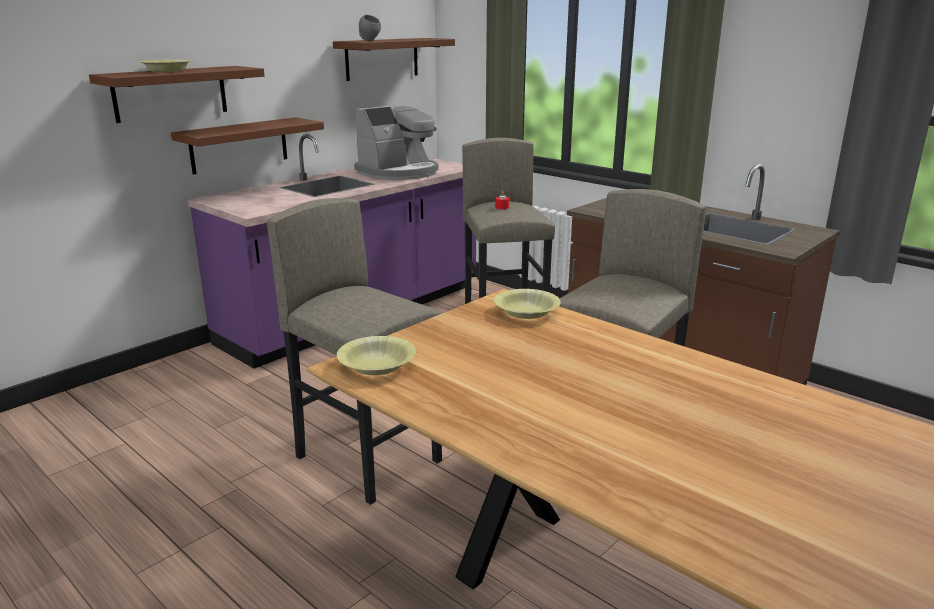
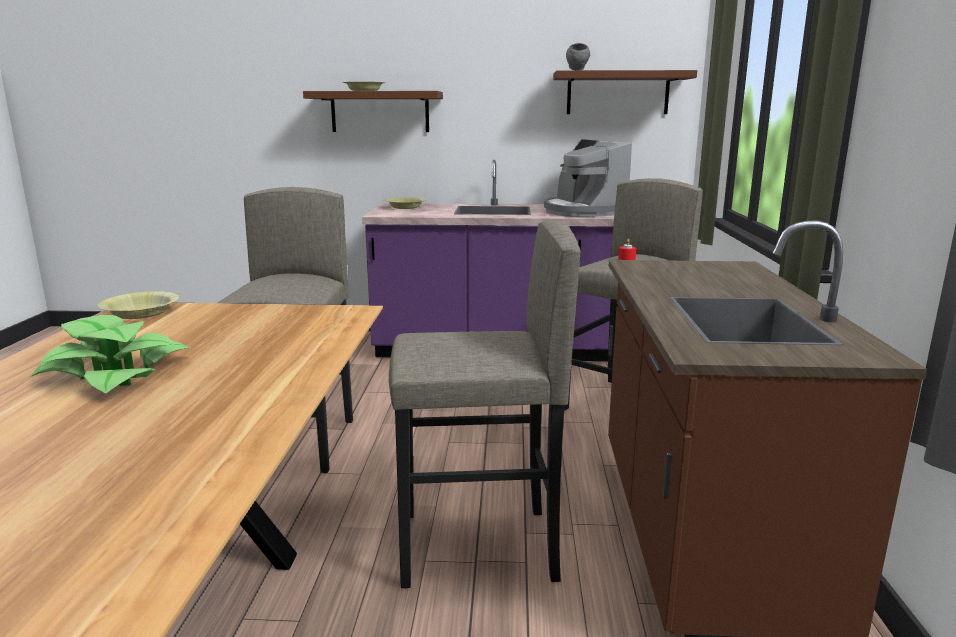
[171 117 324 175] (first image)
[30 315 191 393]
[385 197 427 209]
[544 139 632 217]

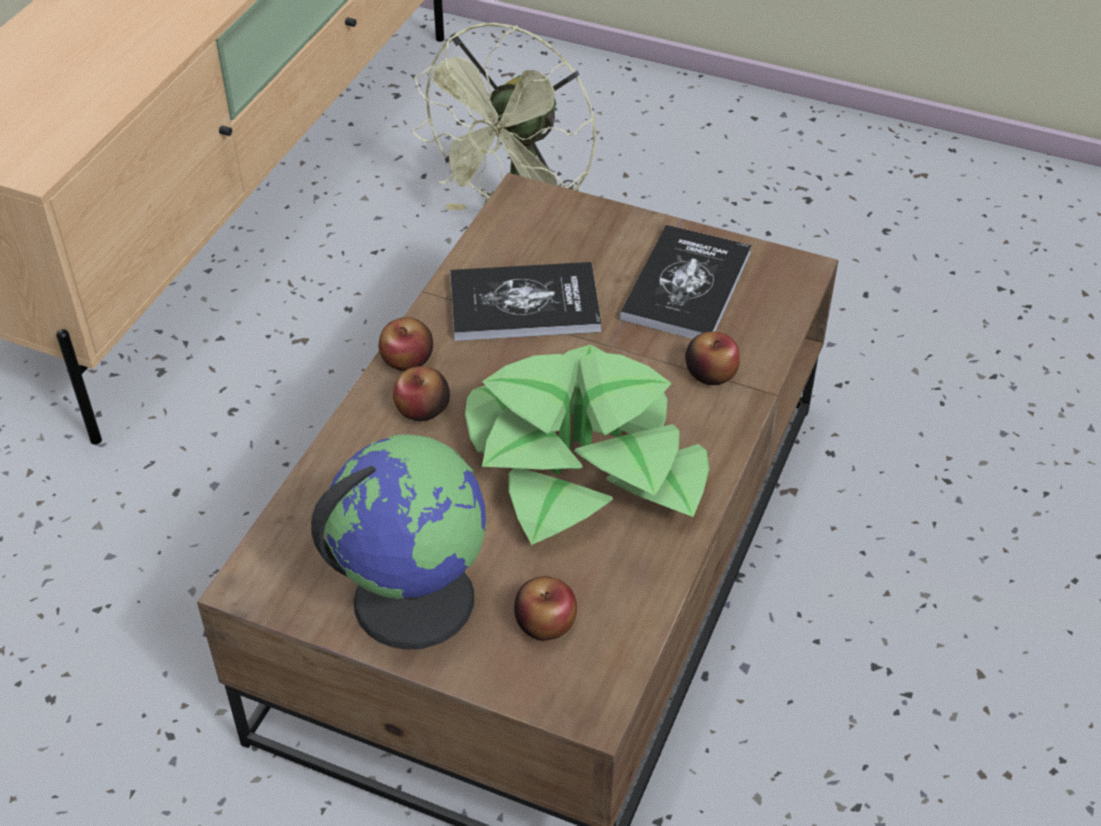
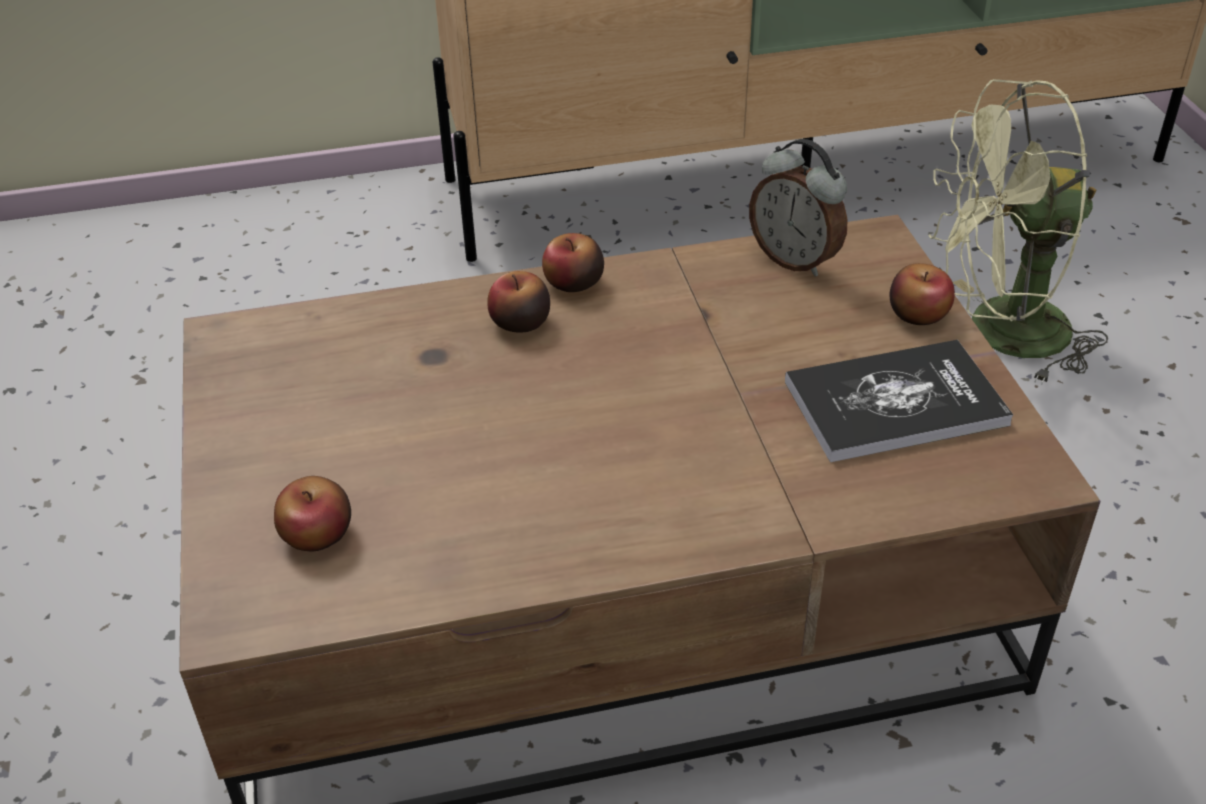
[311 434 487 650] (first image)
[450 262 602 341] (first image)
[465 345 709 545] (first image)
[749 139 848 276]
[890 263 955 325]

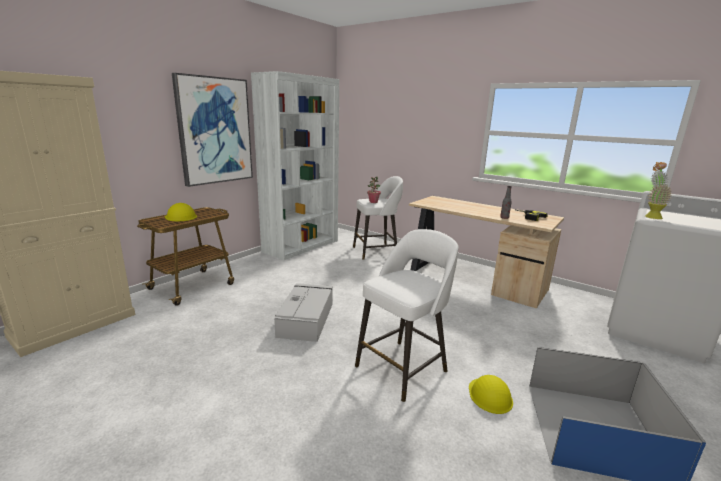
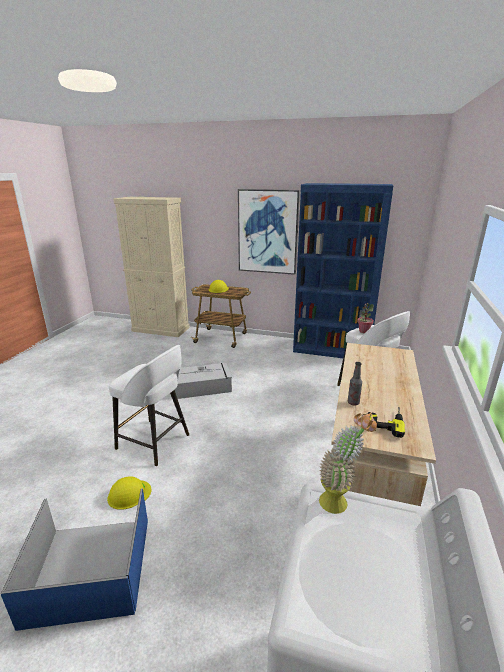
[293 183 393 358]

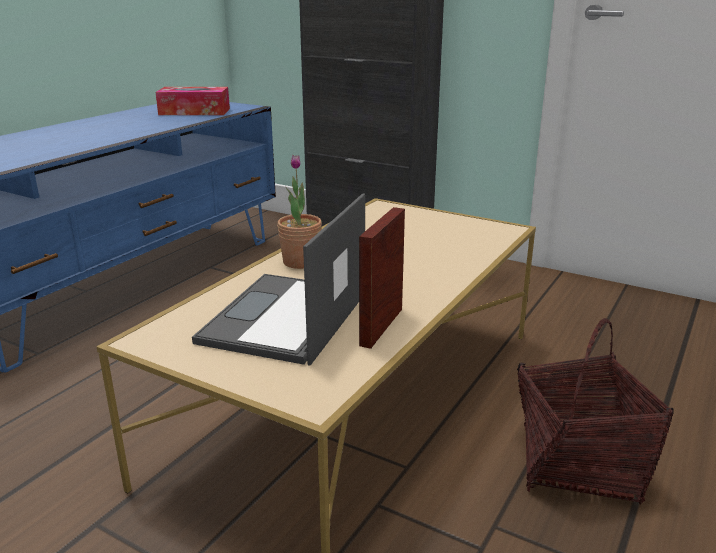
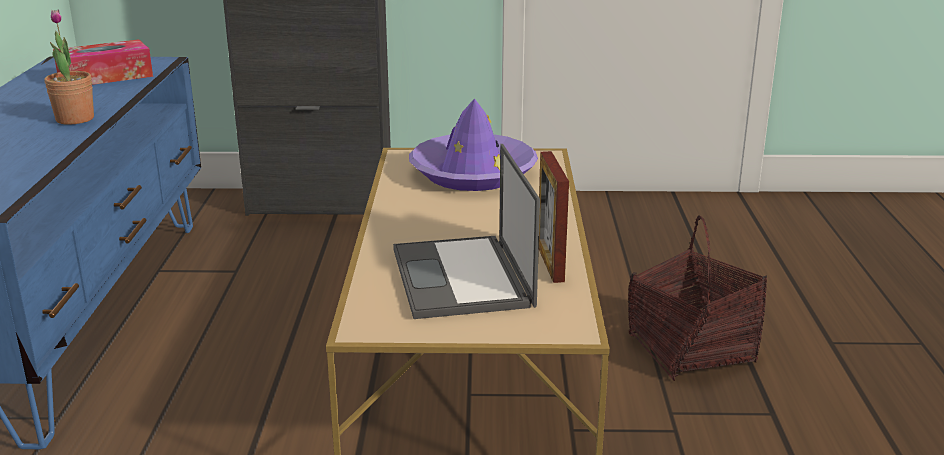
[409 98 538 191]
[44 10 94 125]

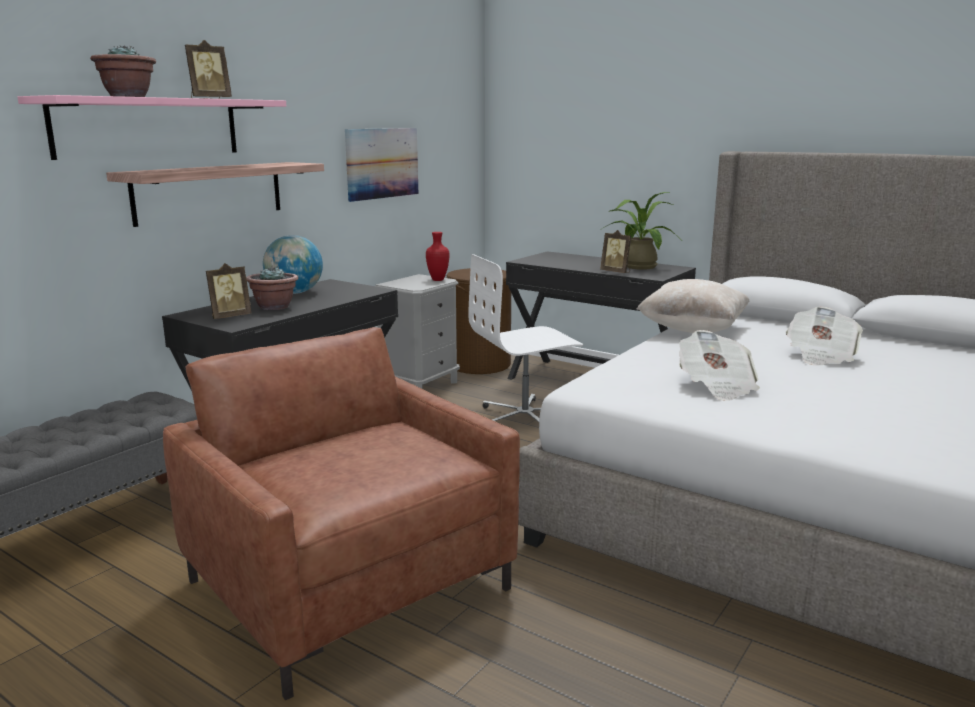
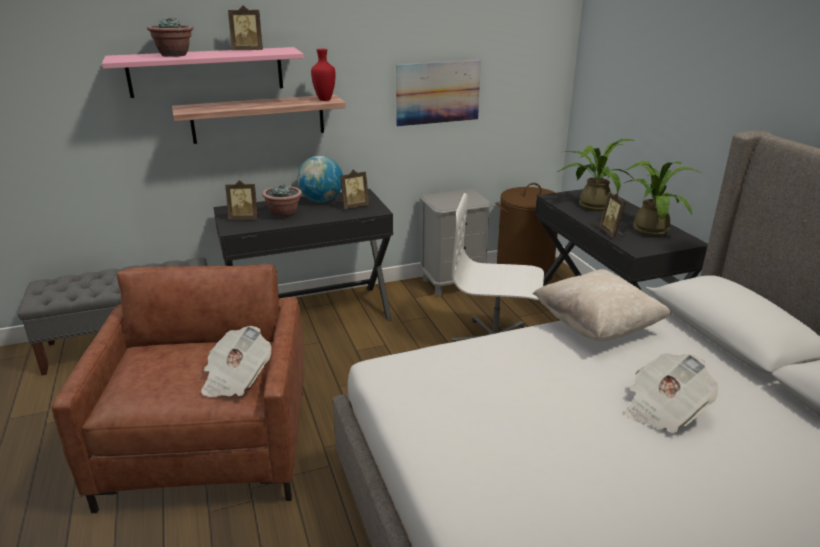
[340 170 369 209]
[557 139 638 211]
[311 49 336 101]
[201 326 271 397]

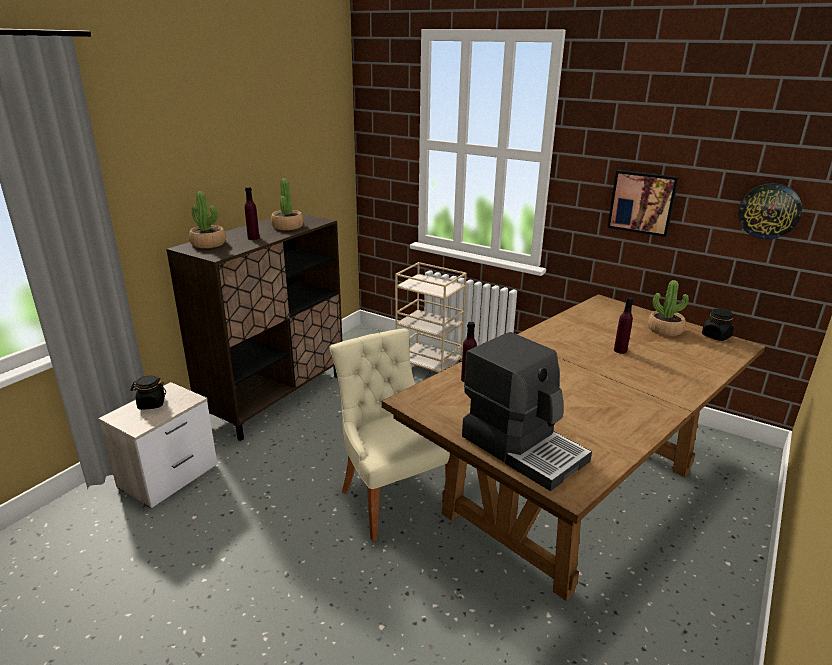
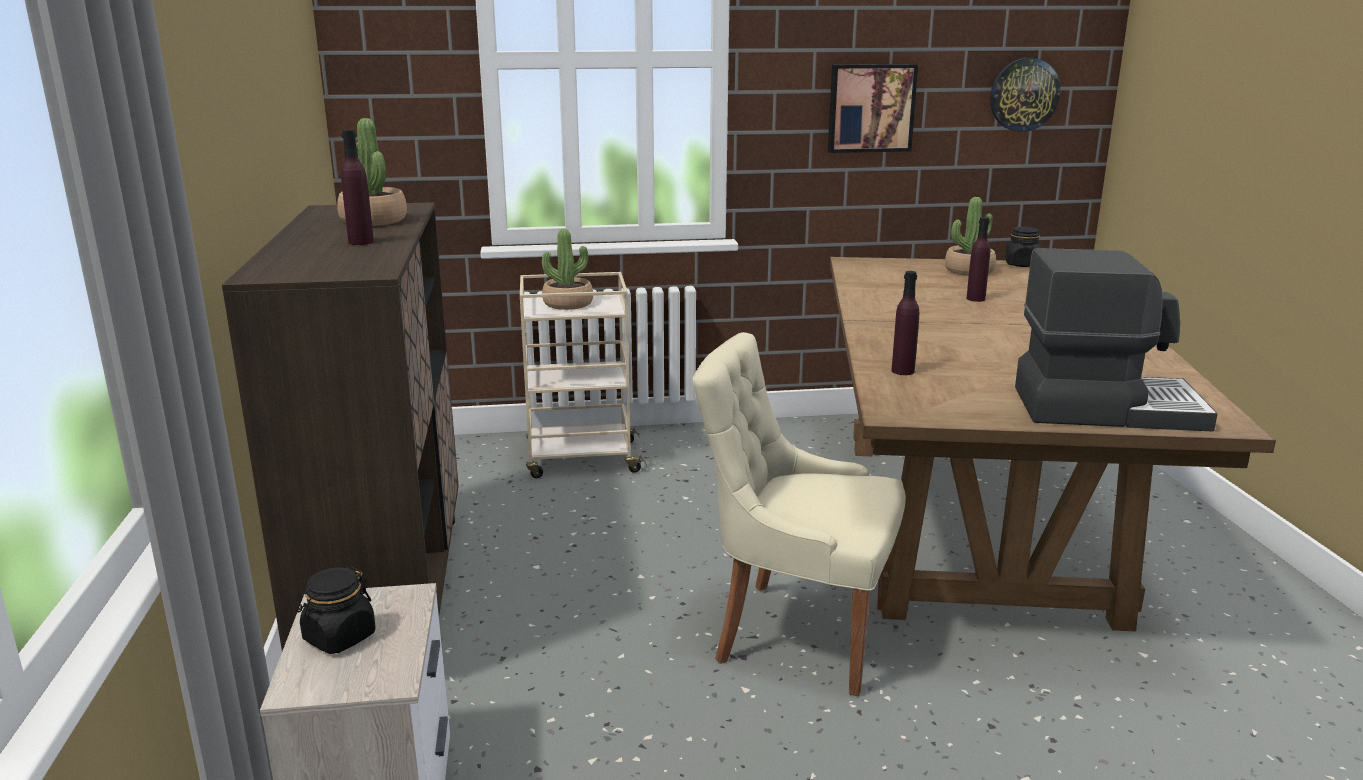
[542 229 593 310]

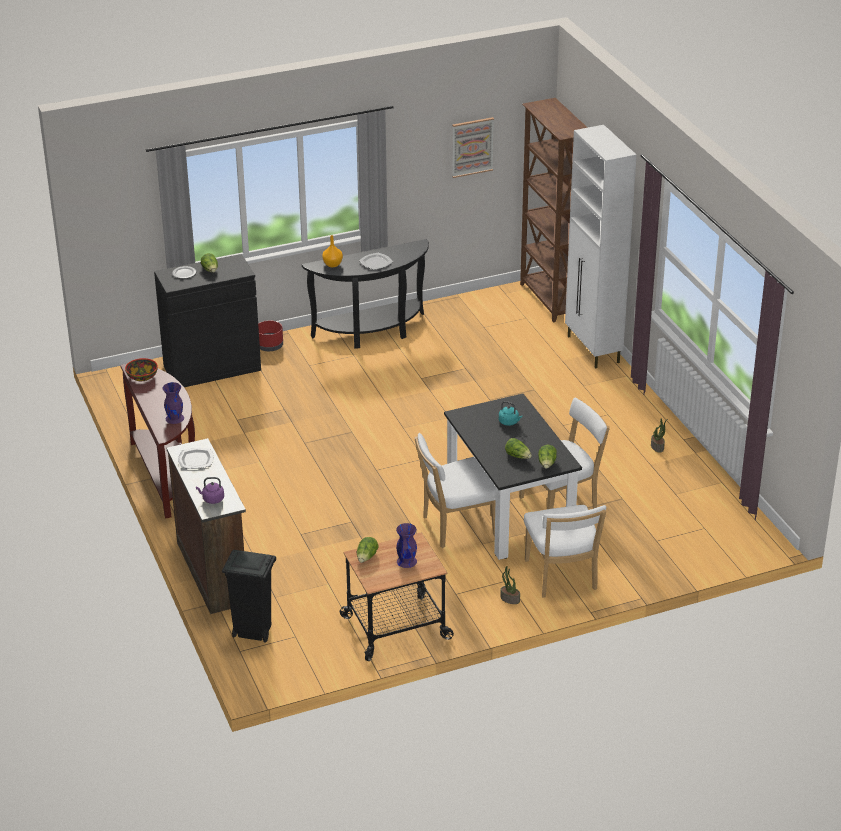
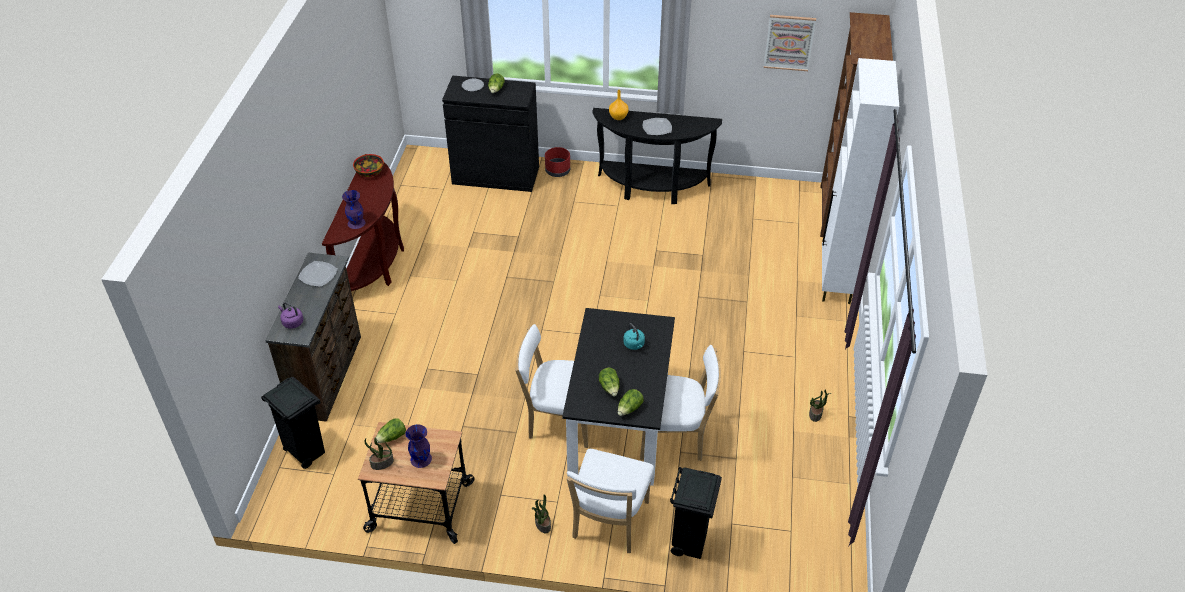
[364 437 394 470]
[670 467 722 559]

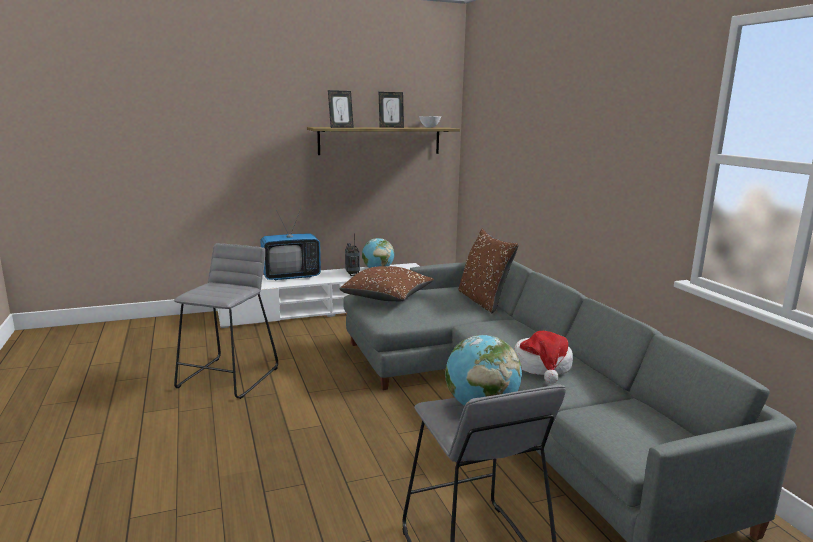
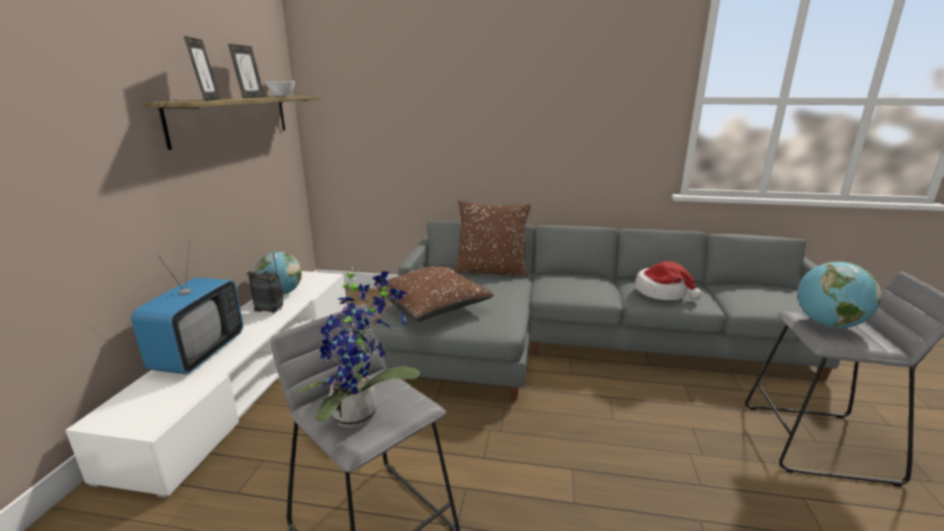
[298 267 420 428]

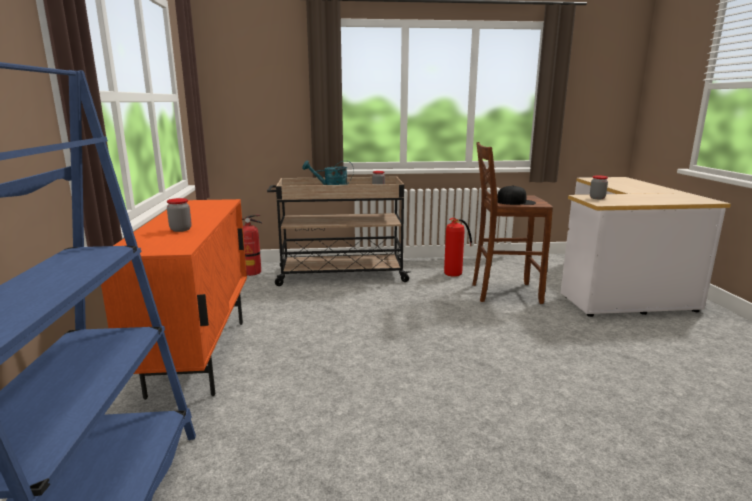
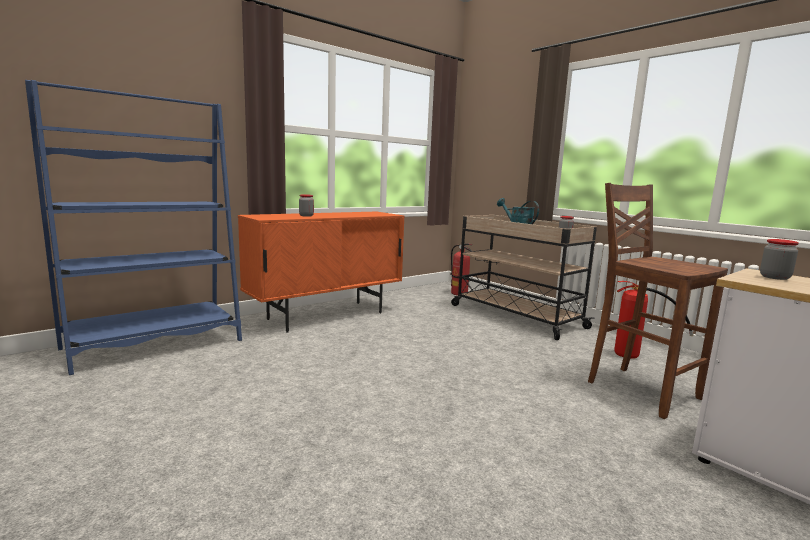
[497 185 536 205] (first image)

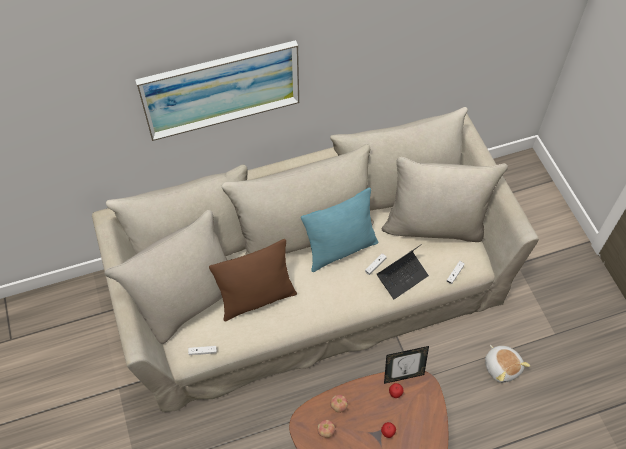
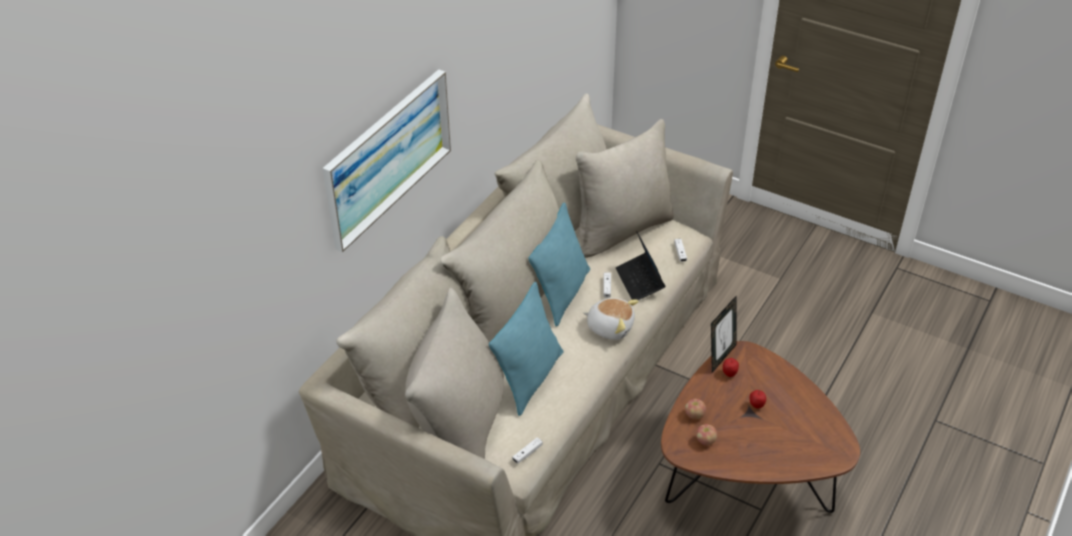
[583 298 639 340]
[489 282 563 416]
[616 231 665 300]

